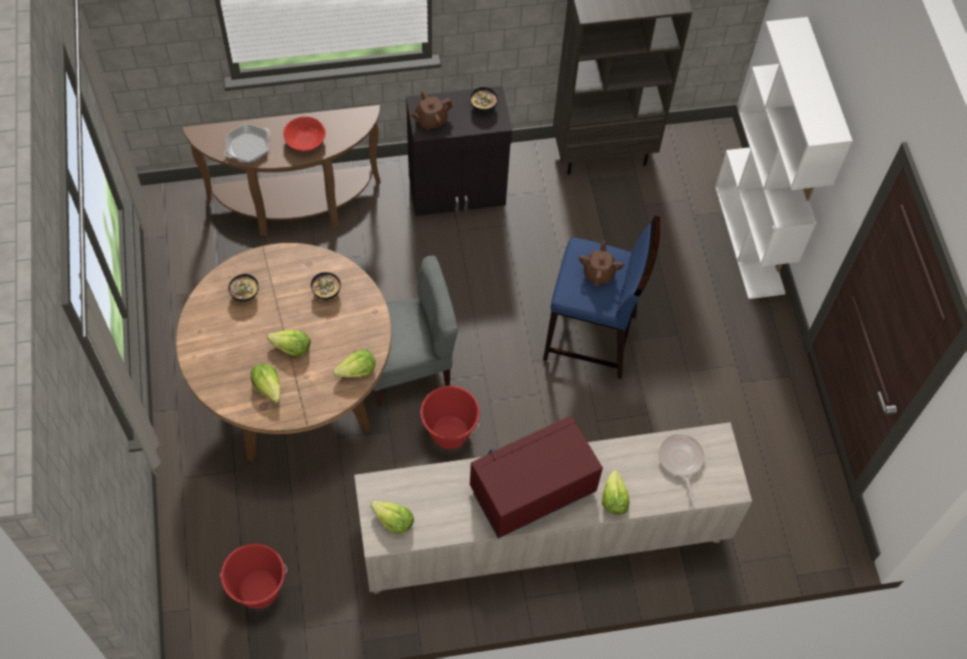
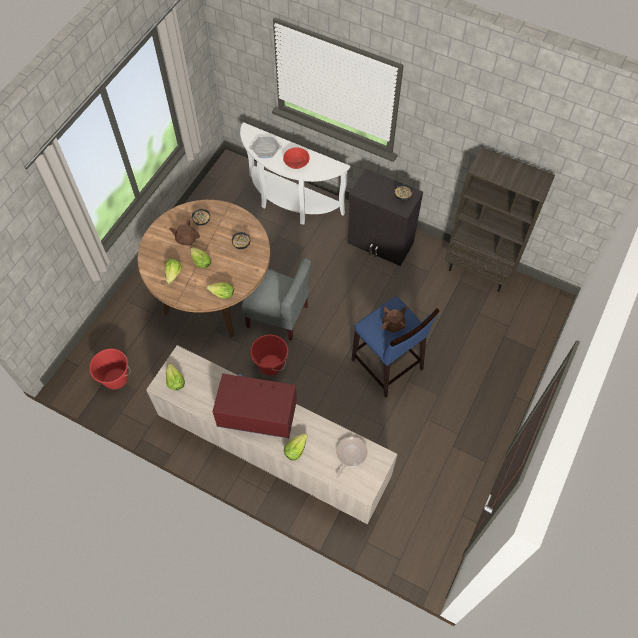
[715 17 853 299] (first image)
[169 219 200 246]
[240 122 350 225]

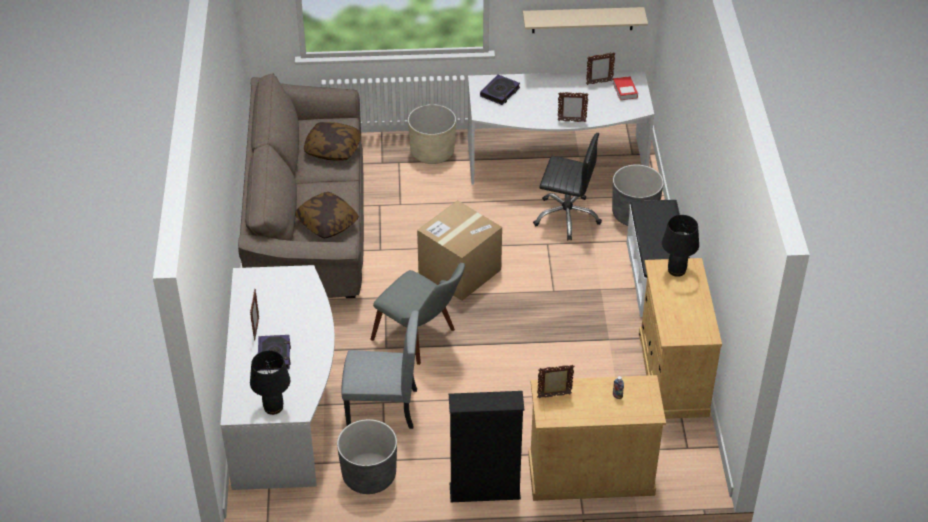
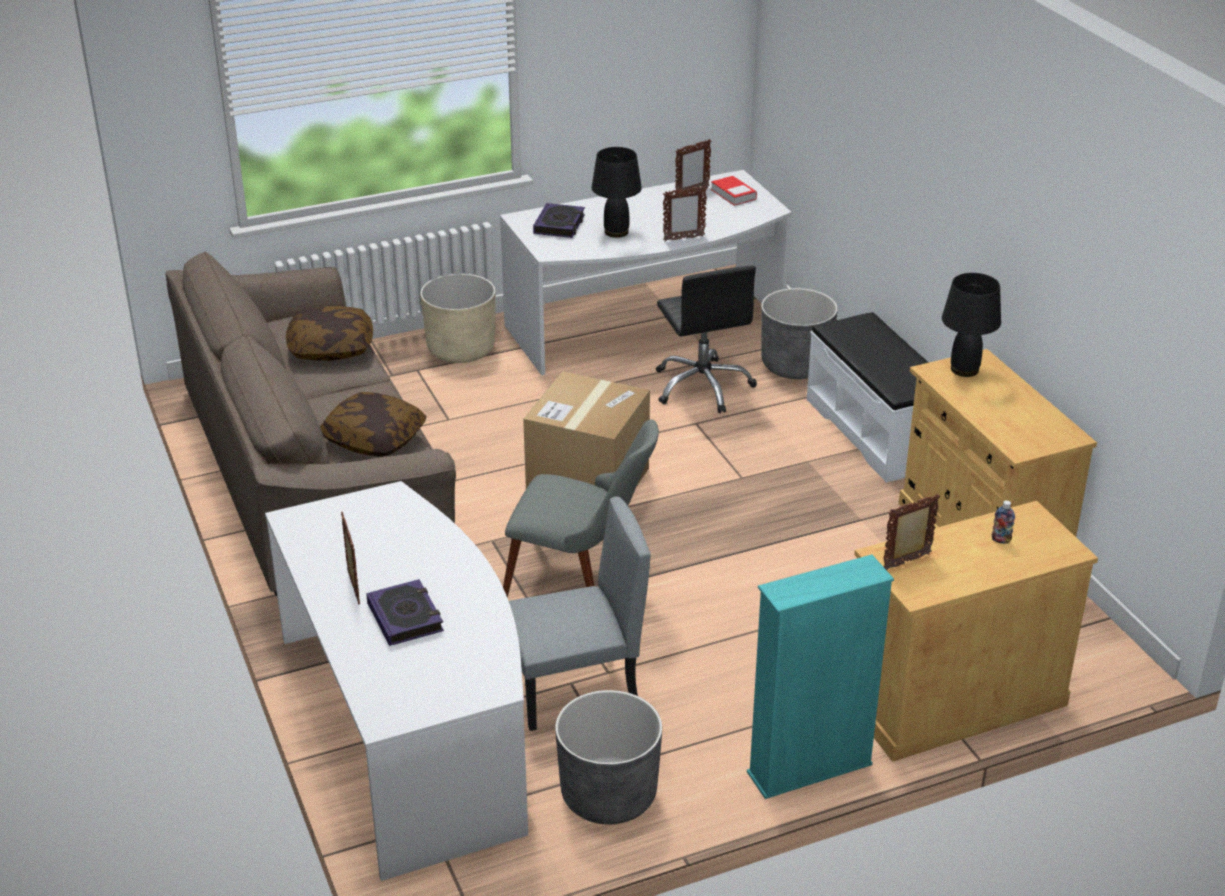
[523 7 648 33] (first image)
[592 147 642 238]
[747 555 894 799]
[656 265 757 413]

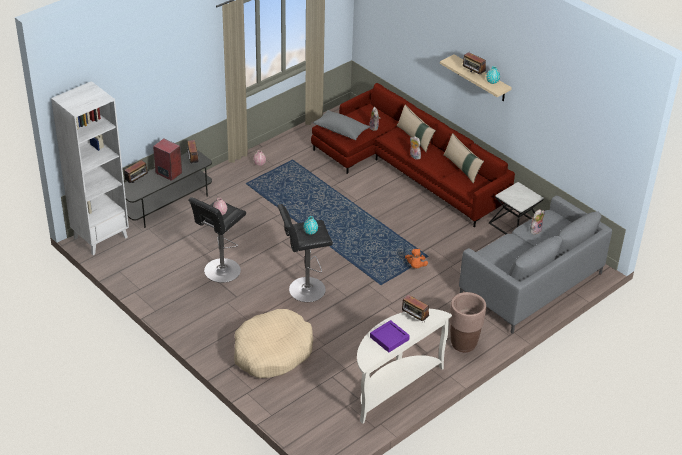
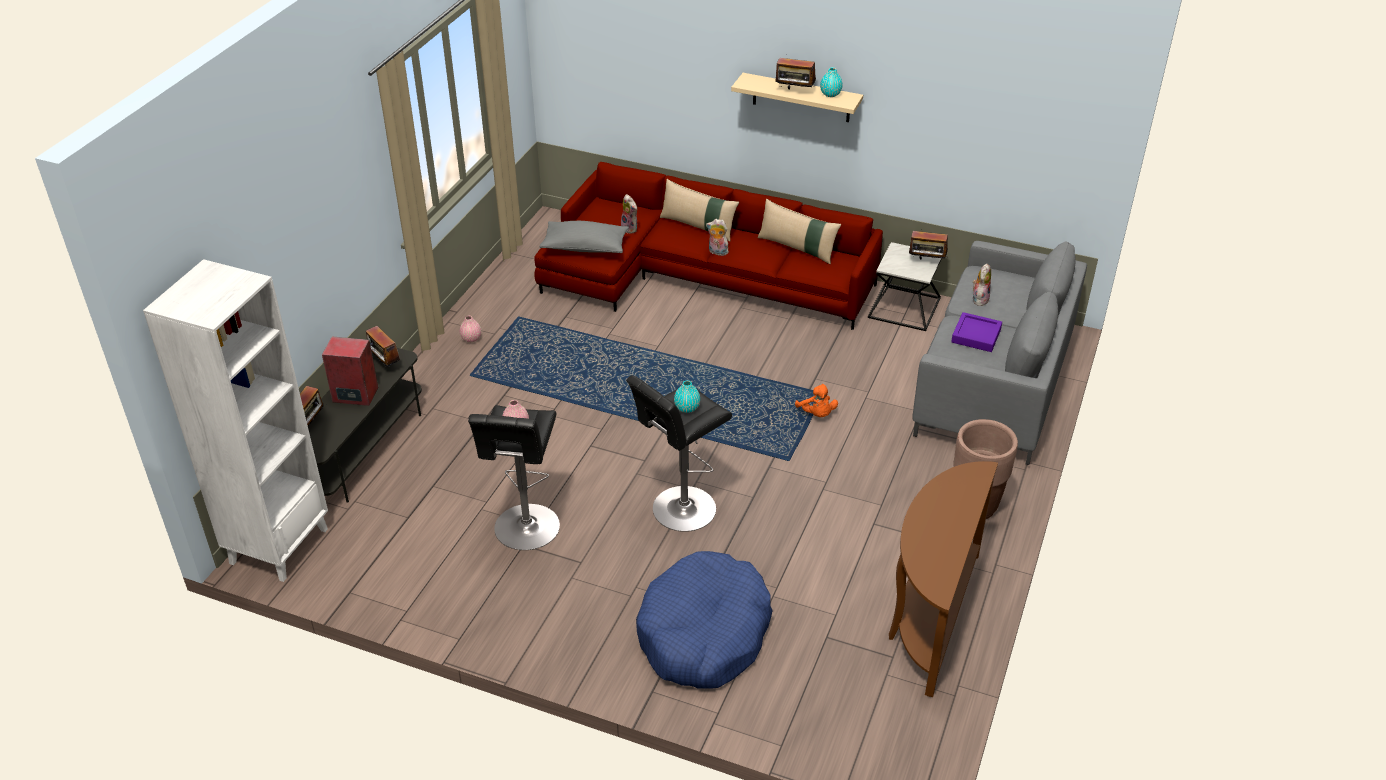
[951 312 1002 352]
[909 229 948 260]
[636 551 772 688]
[889 461 998 697]

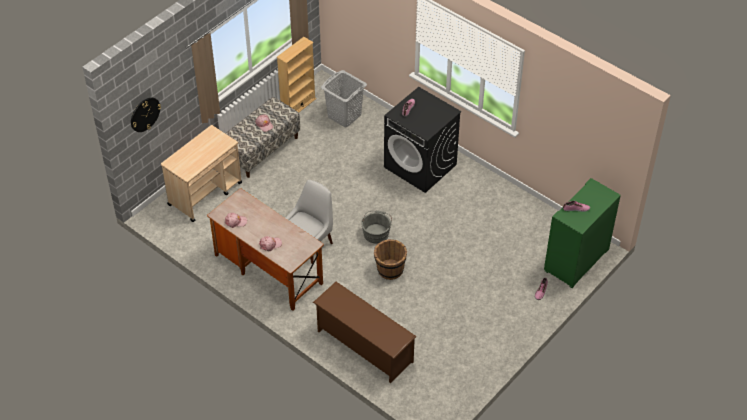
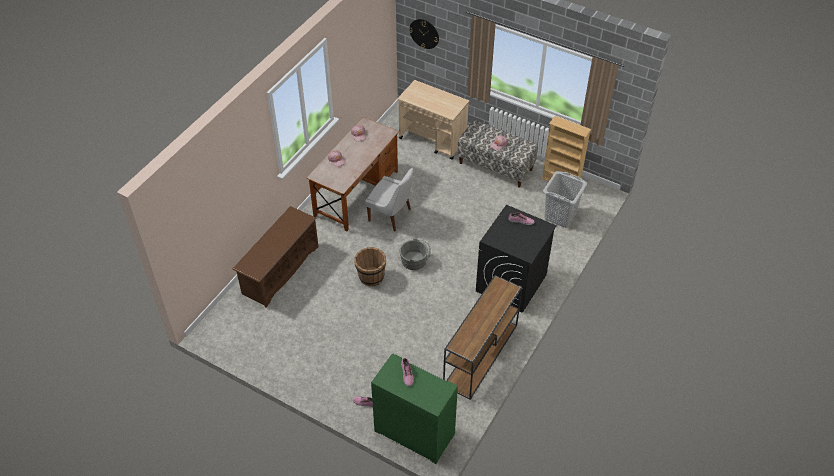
[443 275 522 400]

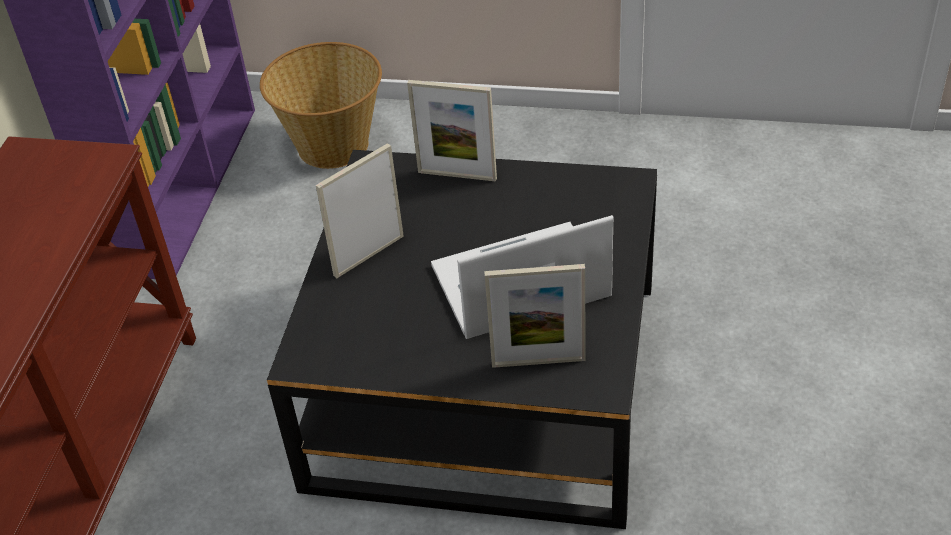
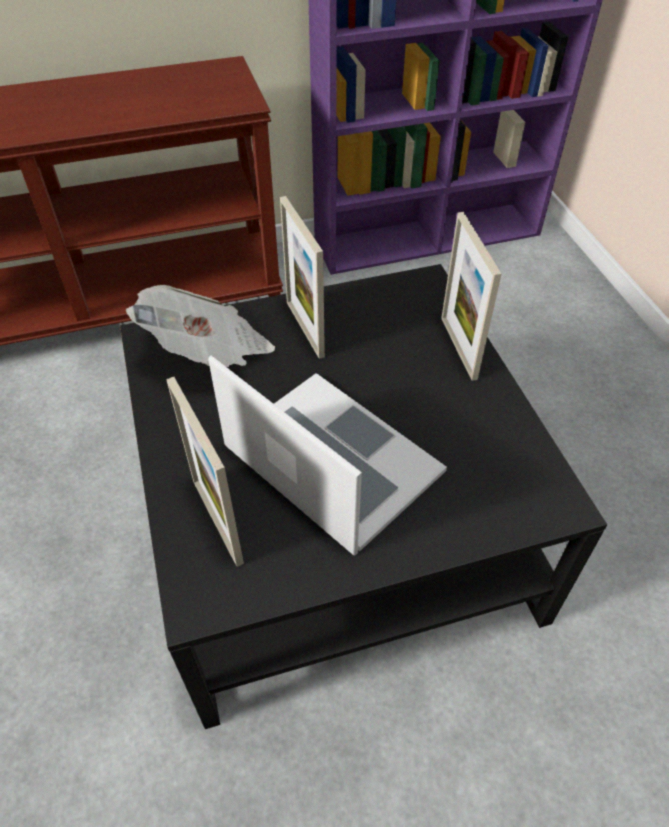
[260 42 382 169] (first image)
[126 285 275 367]
[280 196 325 359]

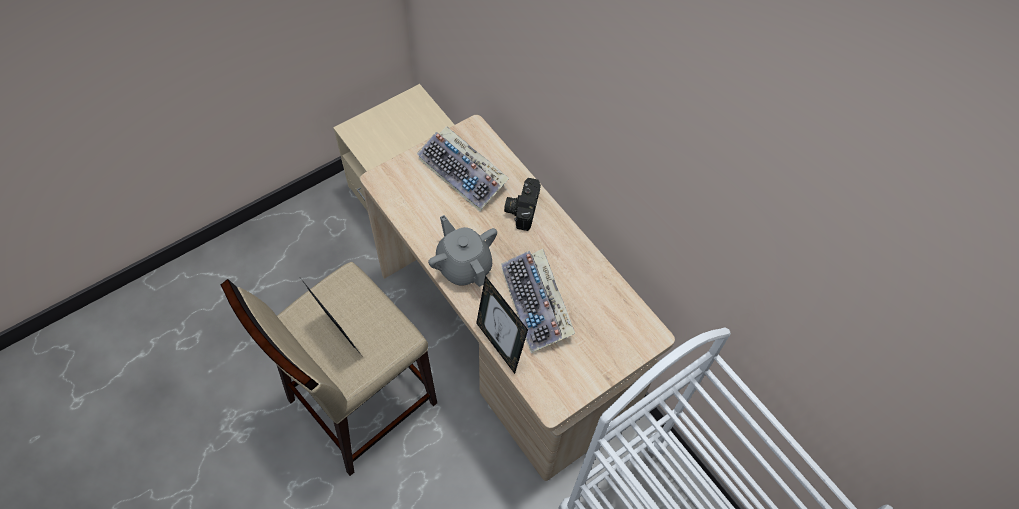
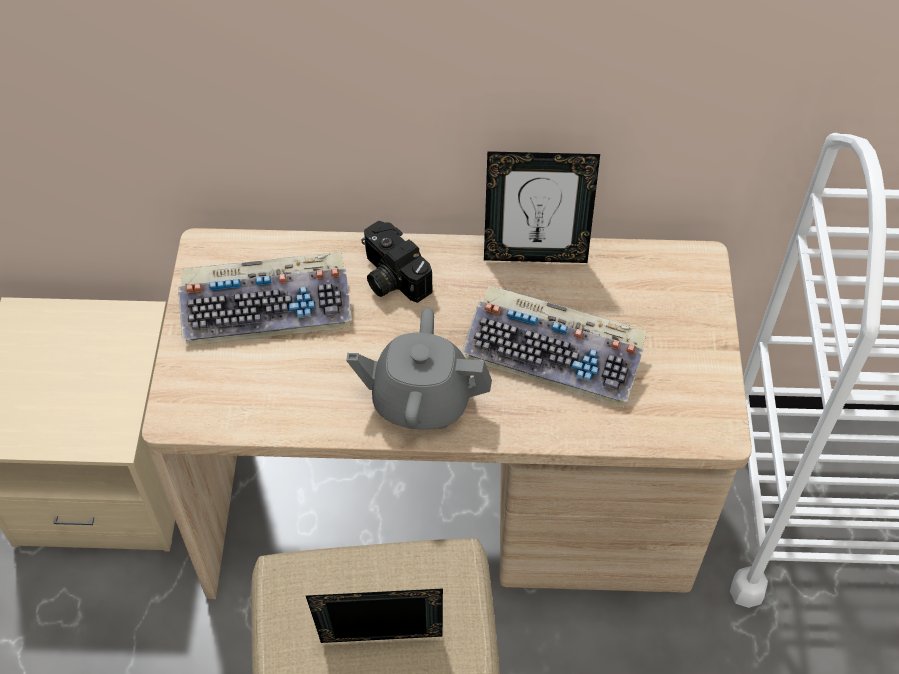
[484 151 600 263]

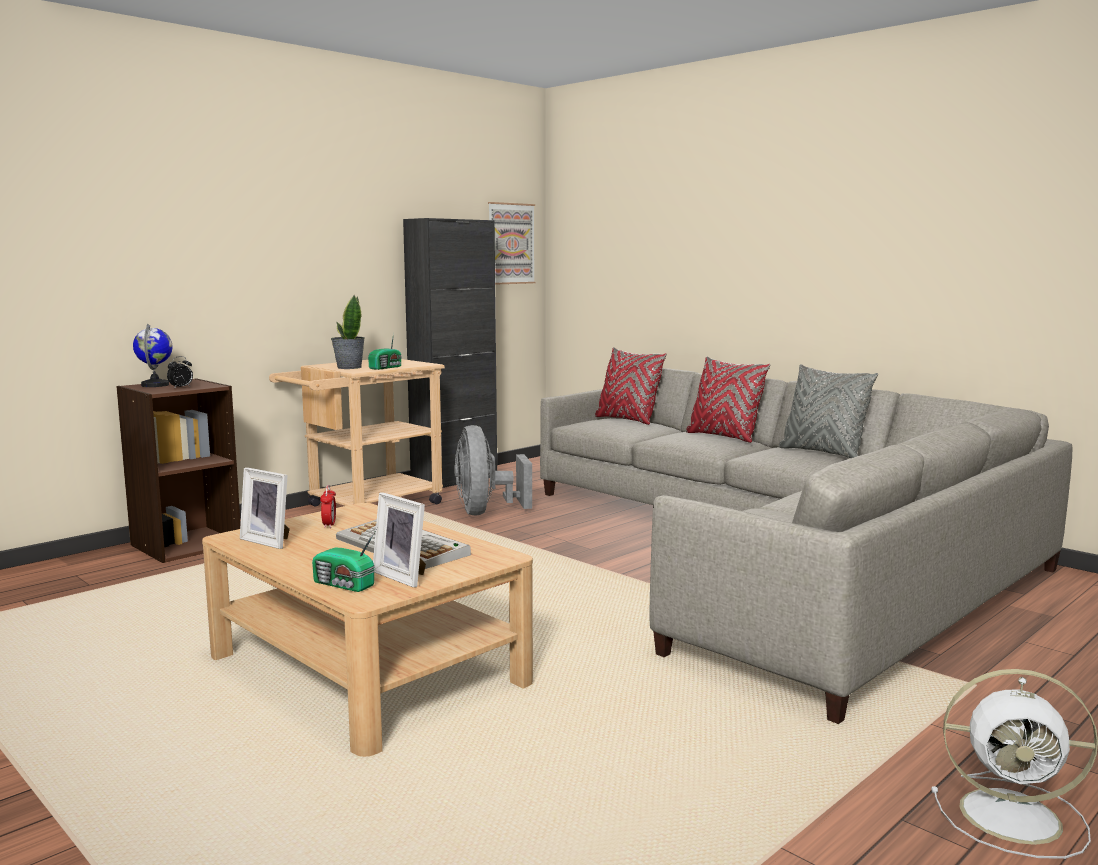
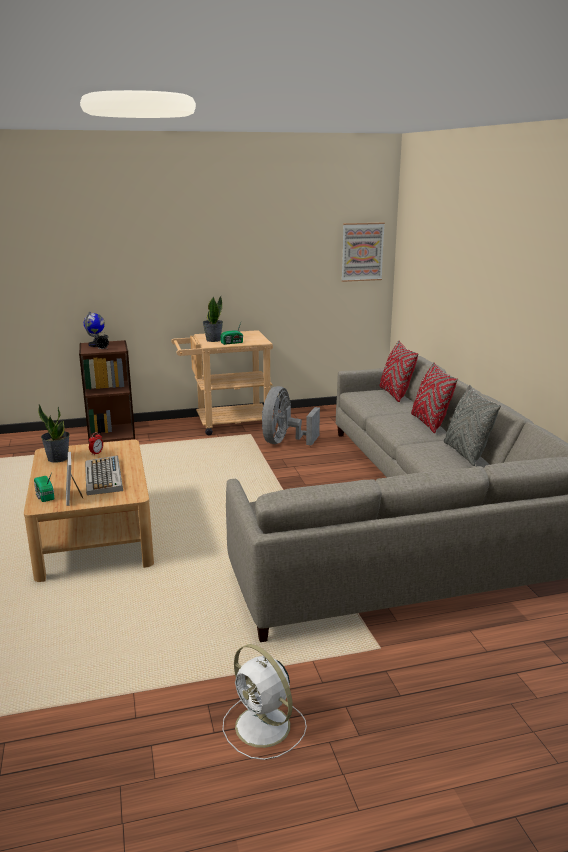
[403 218 497 488] (first image)
[38 404 70 463]

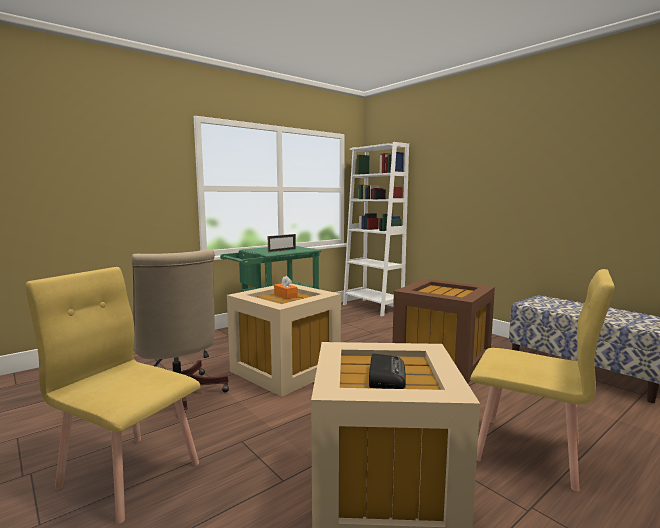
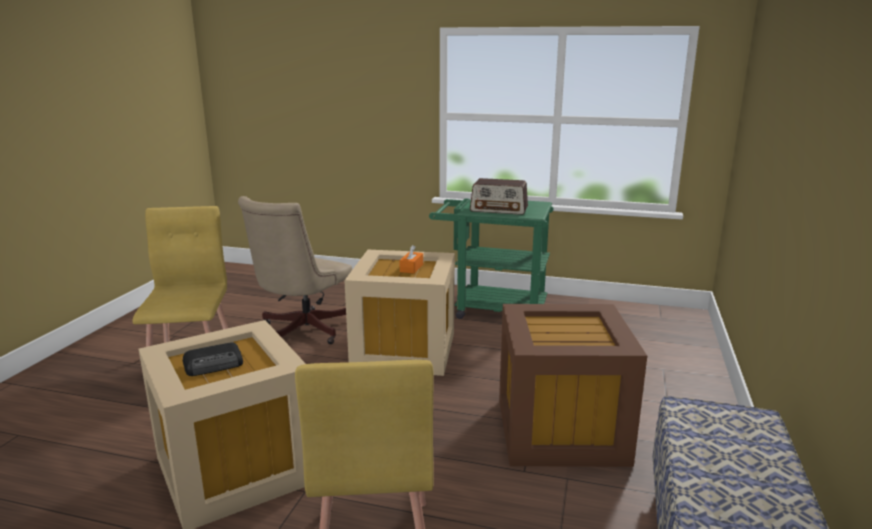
[343 142 409 316] (first image)
[470 178 528 215]

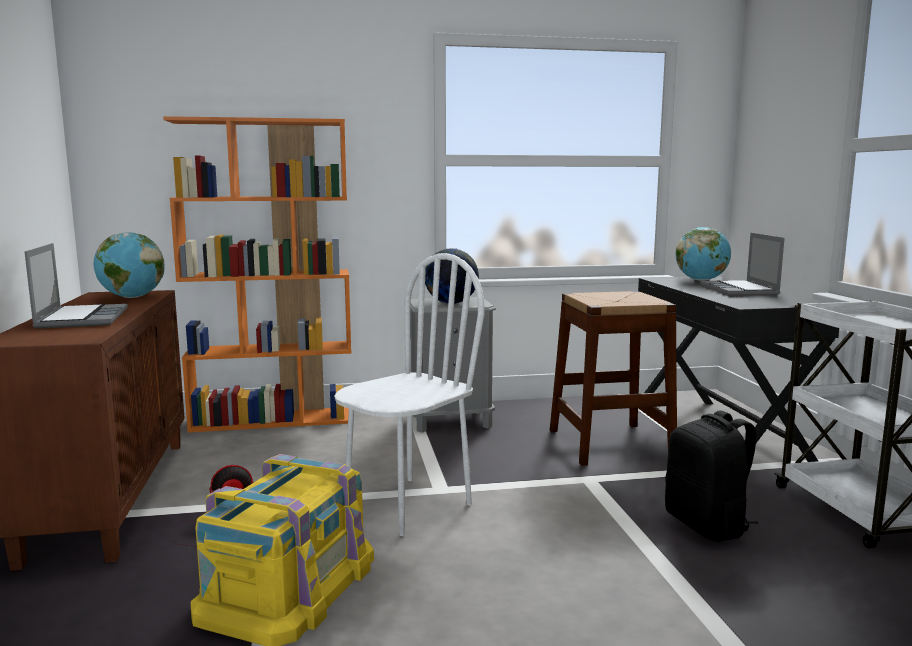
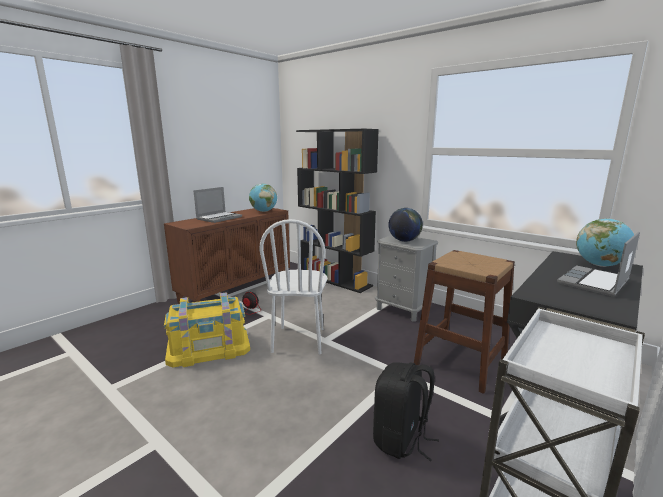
[296 129 379 293]
[260 219 327 354]

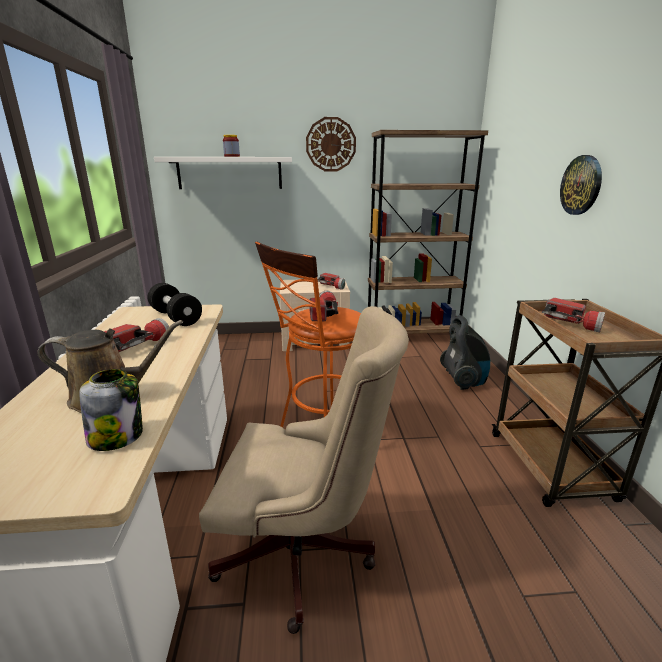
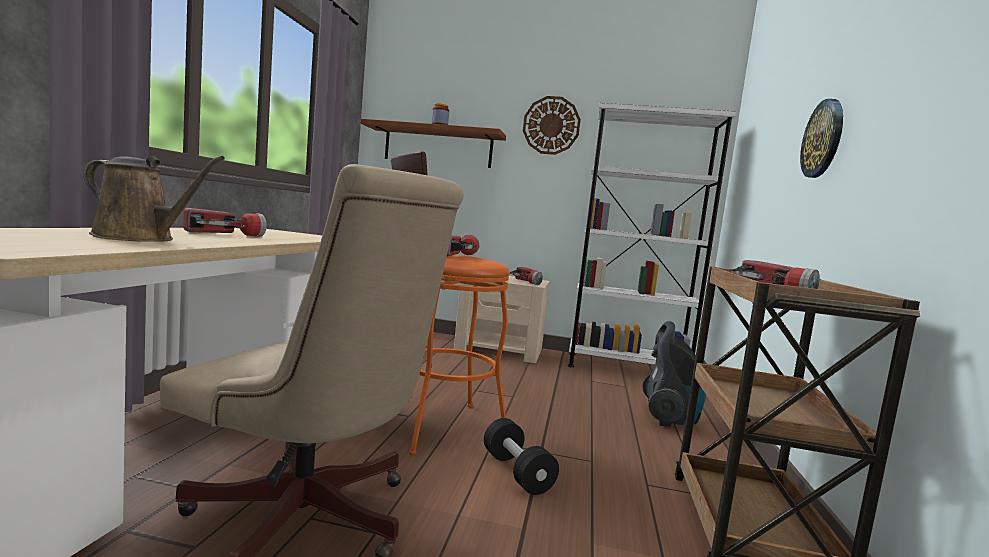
[79 369 143 451] (first image)
[484 418 559 495]
[361 119 506 168]
[568 103 736 367]

